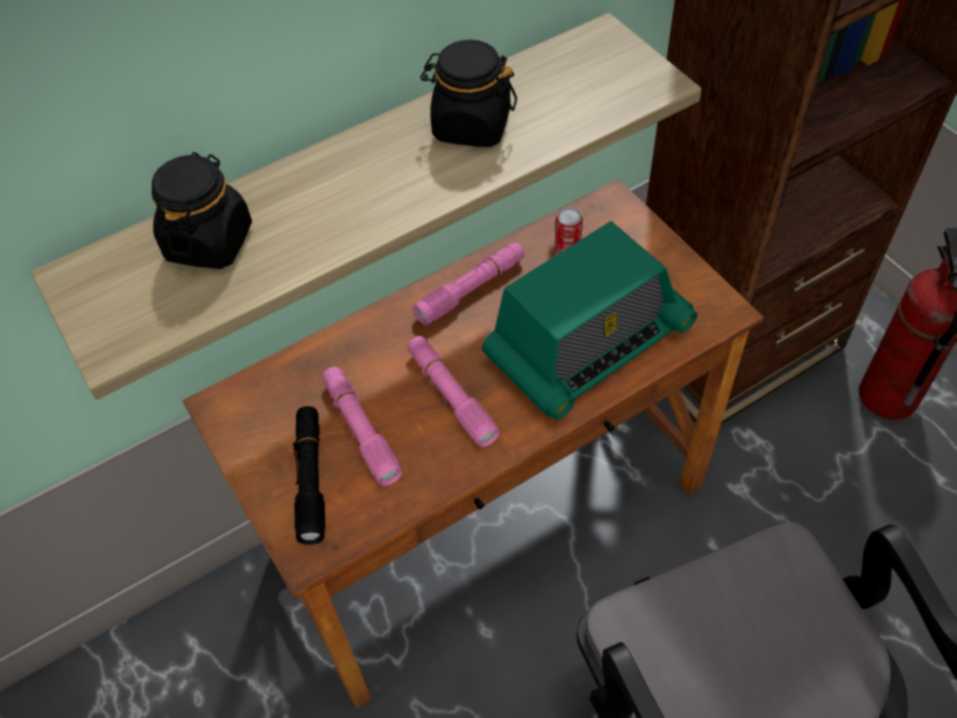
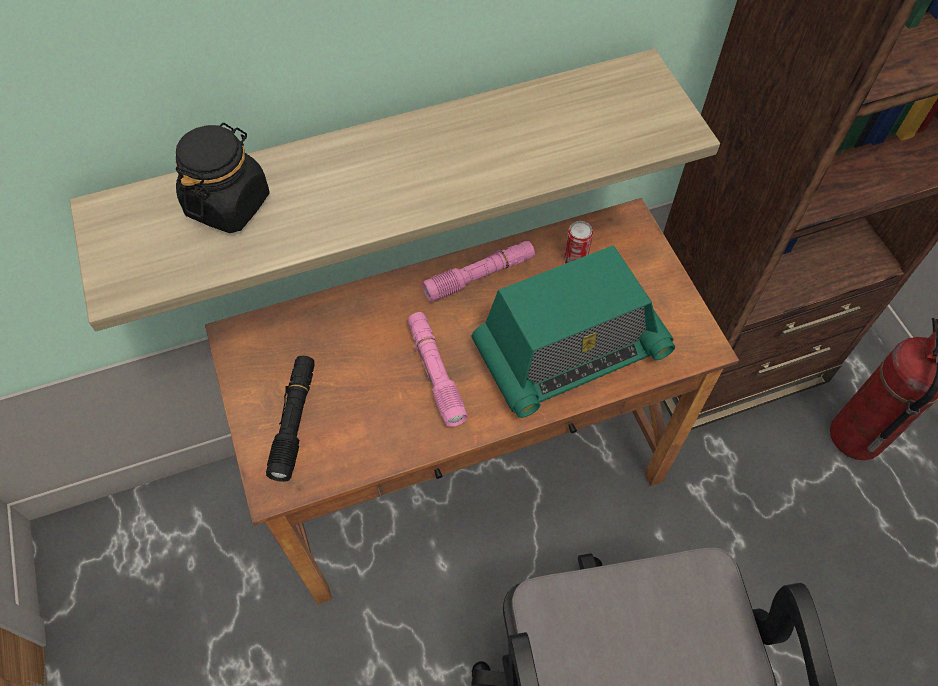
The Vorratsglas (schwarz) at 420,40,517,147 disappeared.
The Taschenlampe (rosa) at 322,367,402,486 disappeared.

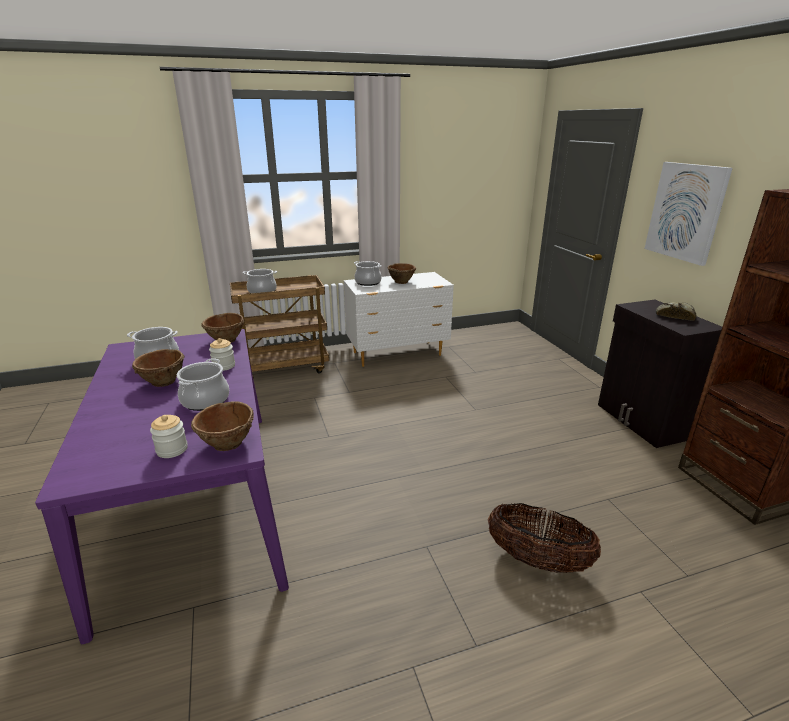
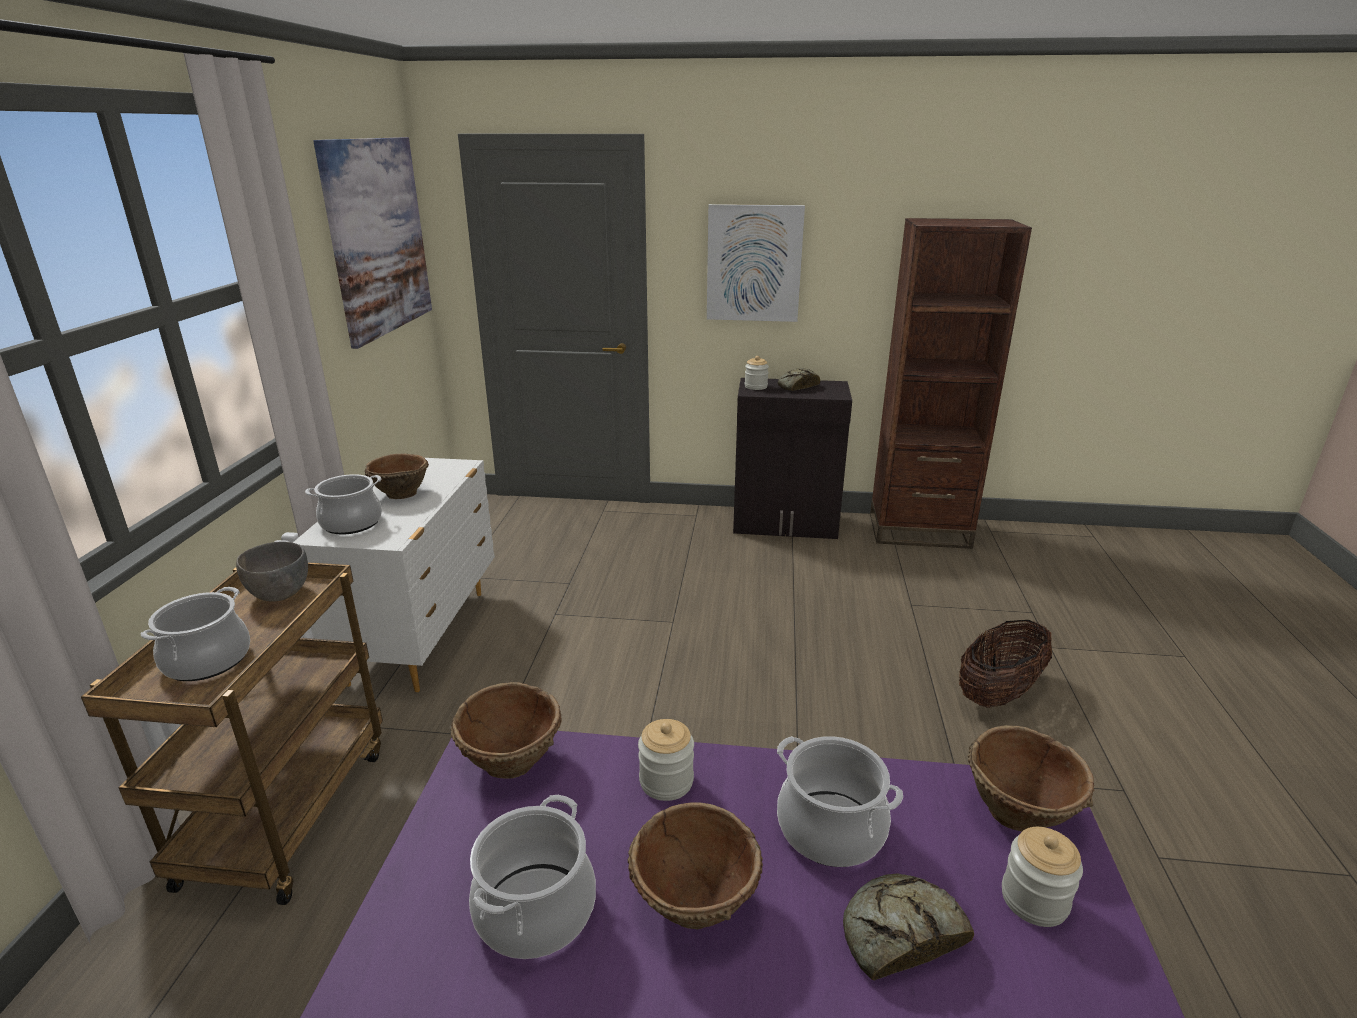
The Bild at 313,137,432,349 appeared.
The Vorratsglas at 745,356,769,390 appeared.
The Schüssel (grau) at 236,541,308,601 appeared.
The Brot at 843,874,974,981 appeared.

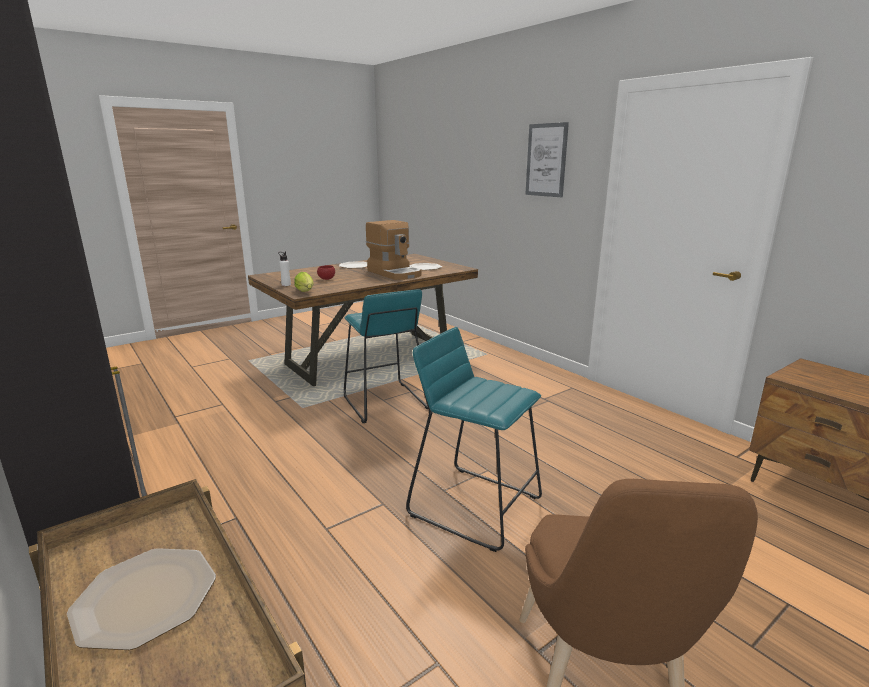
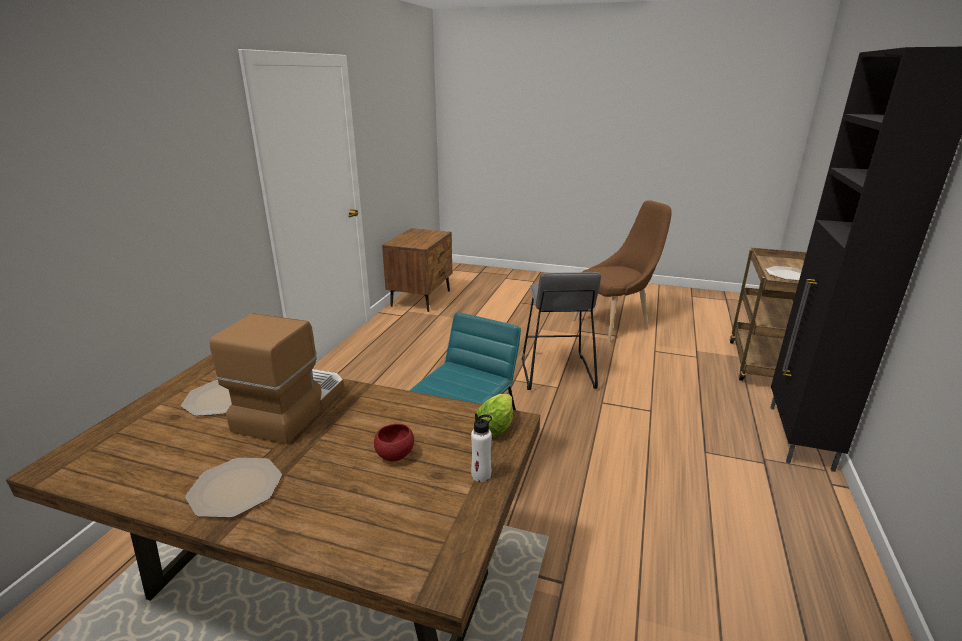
The Bild at 525,122,569,197 disappeared.
The Hocker (türkis) at 406,327,542,552 became the Hocker (grau) at 522,272,601,390.

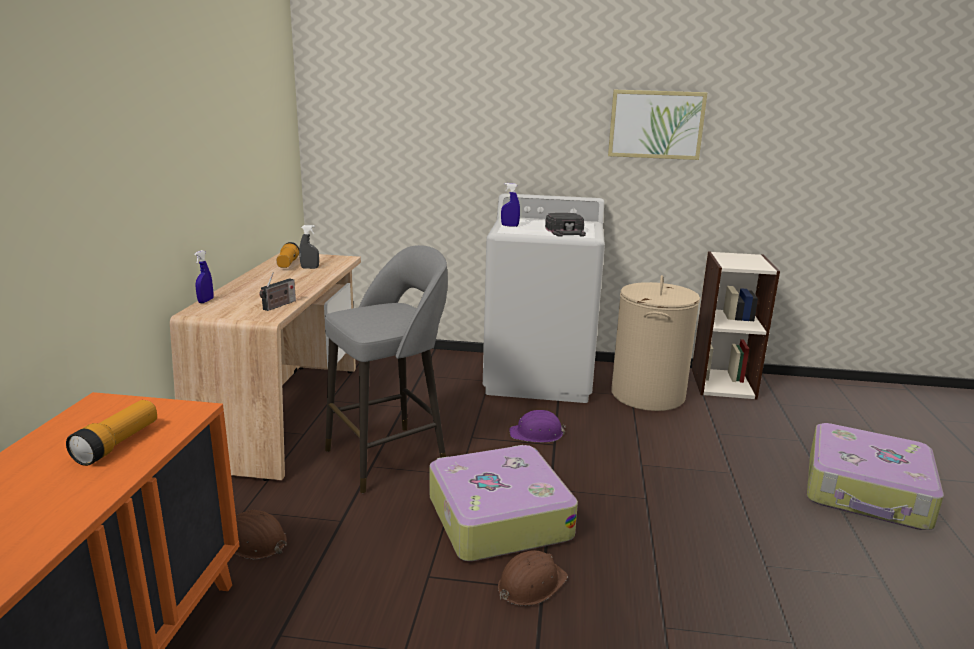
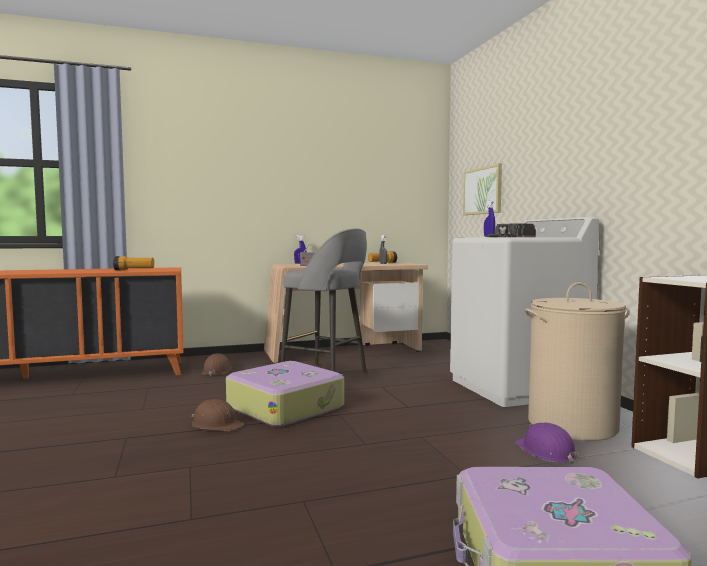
The Bild moved from 608,90,707,160 to 463,163,502,215.
The Schutzhelm (lila) moved from 509,410,566,442 to 515,423,579,464.

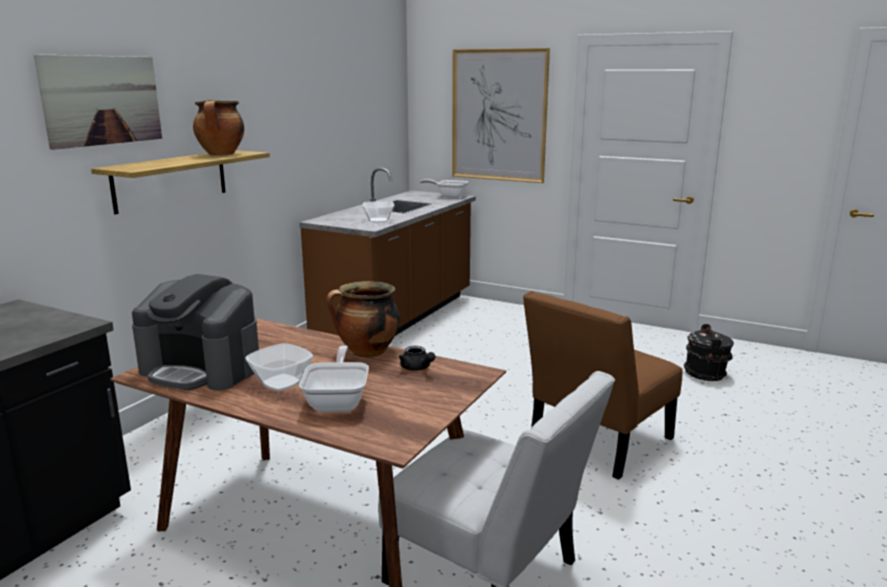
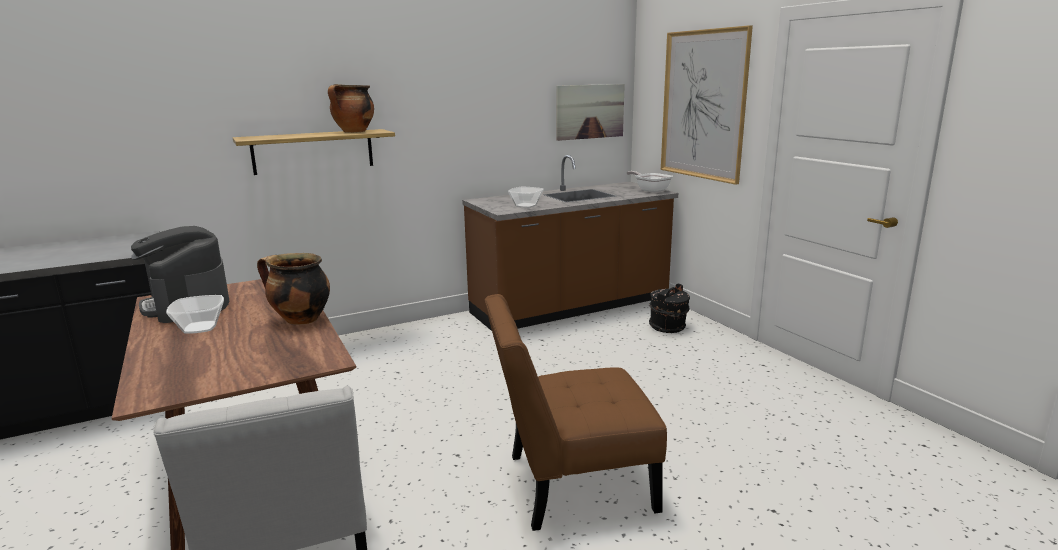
The Bild moved from 34,54,162,150 to 556,84,625,141.
The Eimer (schwarz) moved from 684,324,734,381 to 649,283,690,333.
The Pfanne at 299,345,369,412 disappeared.
The Teekanne (schwarz) at 398,346,435,371 disappeared.

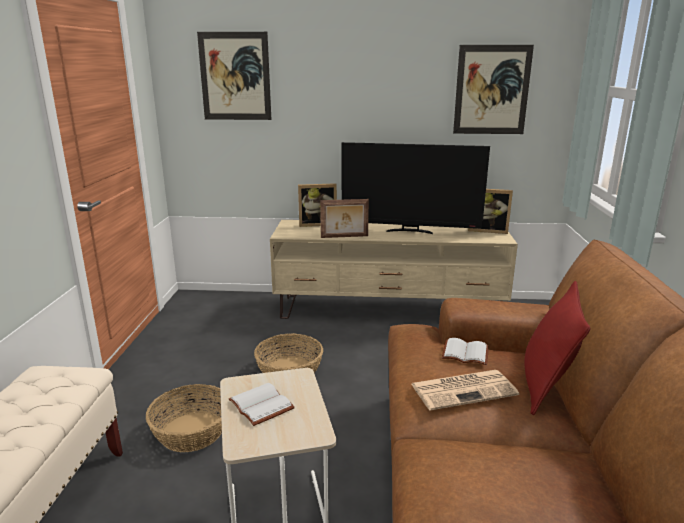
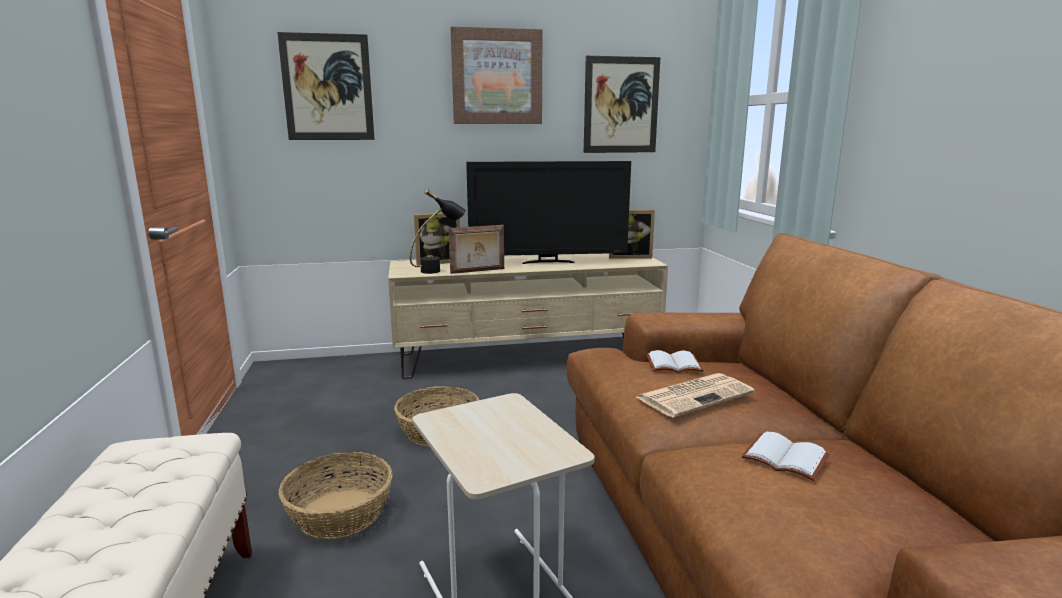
The Kissen (rot) at 524,281,590,415 disappeared.
The Buch (weiß) moved from 229,383,295,426 to 742,431,830,481.
The Bild at 451,27,542,124 appeared.
The Tischlampe (schwarz) at 410,189,466,274 appeared.

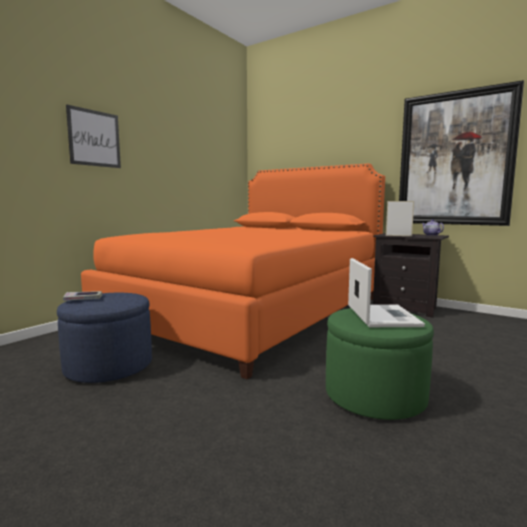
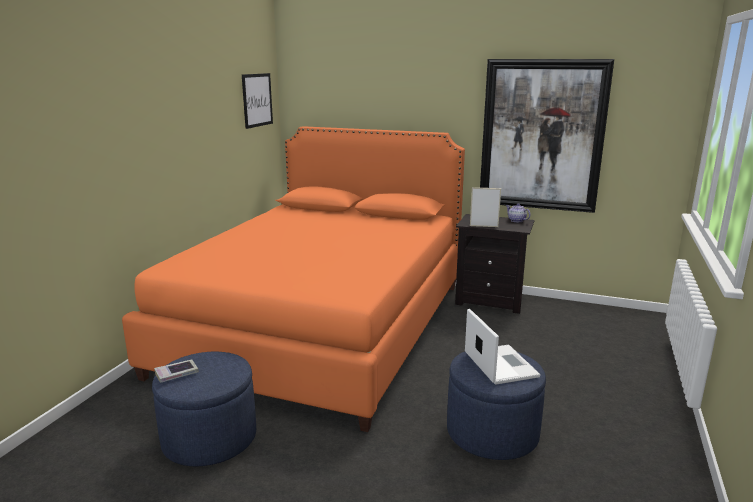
The Bild moved from 66,105,121,168 to 242,73,273,129.
The Polsterhocker (grün) at 326,308,434,420 became the Polsterhocker (blau) at 447,351,546,460.

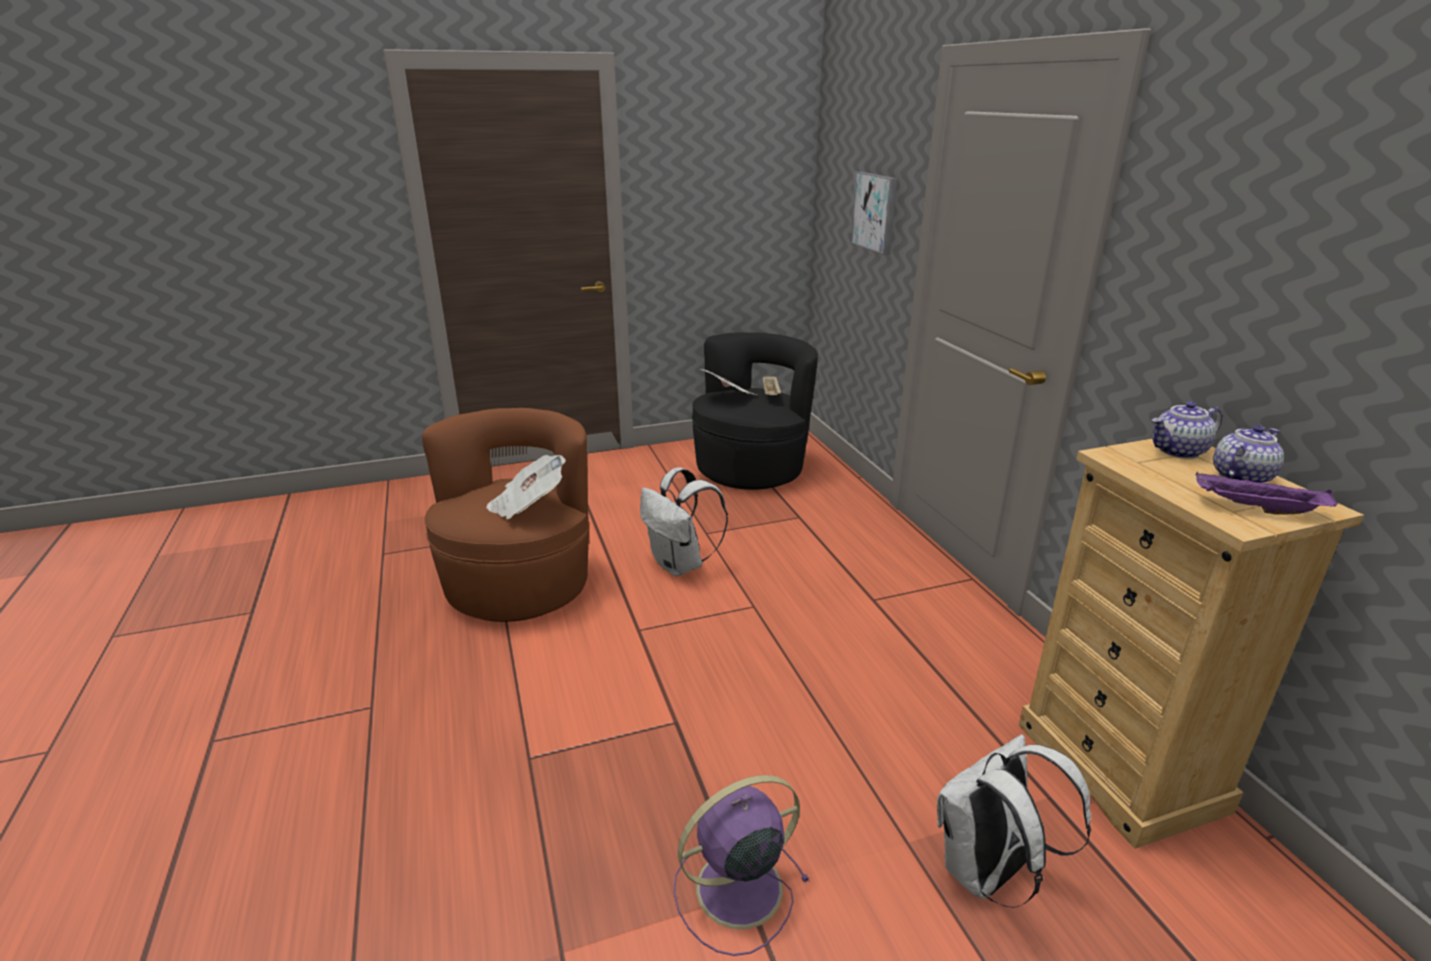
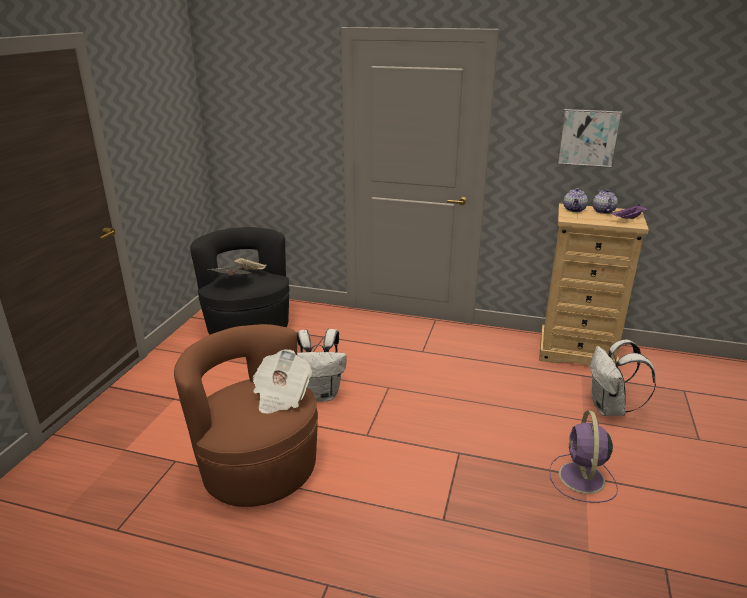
The Bild moved from 850,172,897,255 to 557,109,623,168.

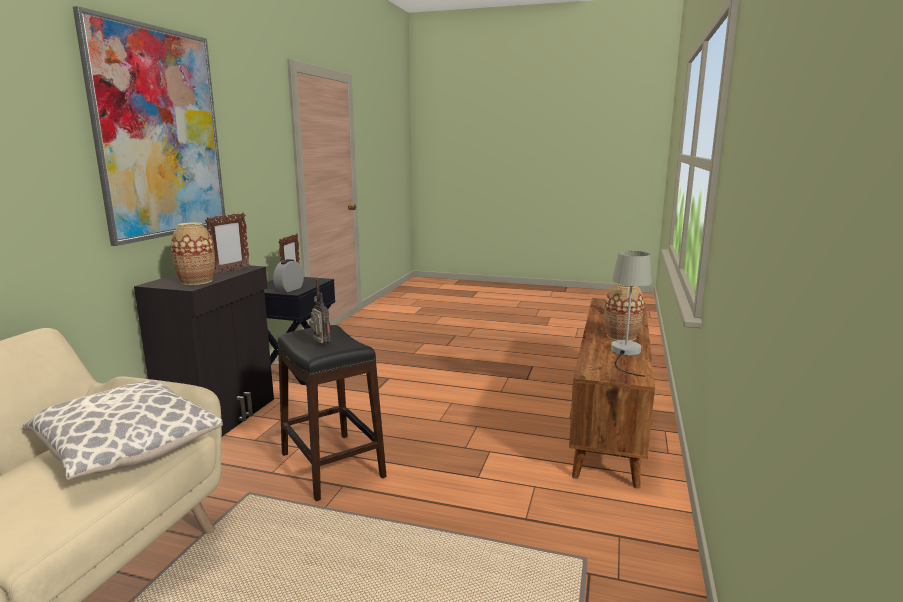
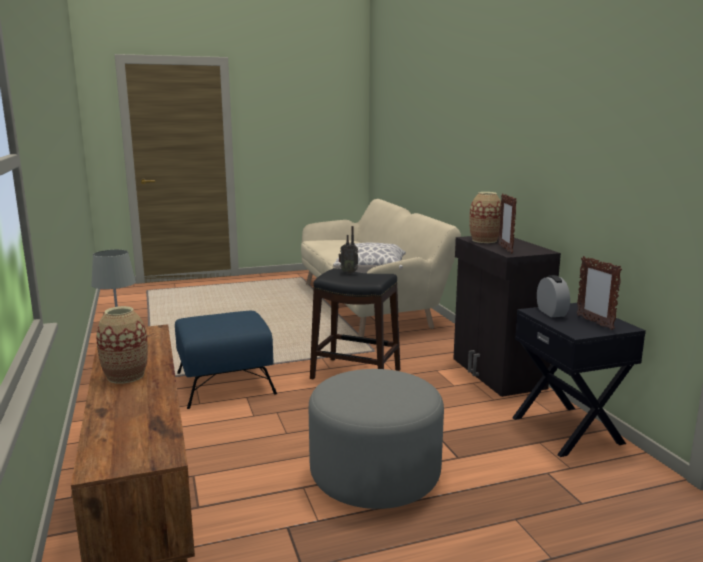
The Bild at 73,6,225,246 disappeared.
The Polsterhocker (blau) at 175,311,277,409 appeared.
The Polsterhocker (grau) at 309,369,444,509 appeared.

